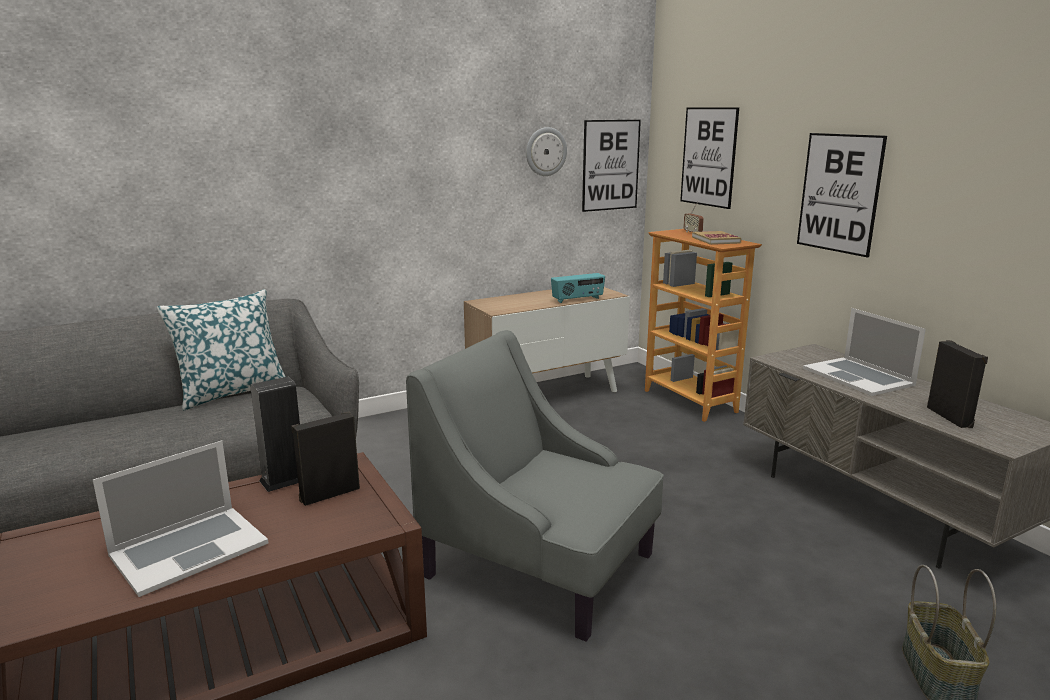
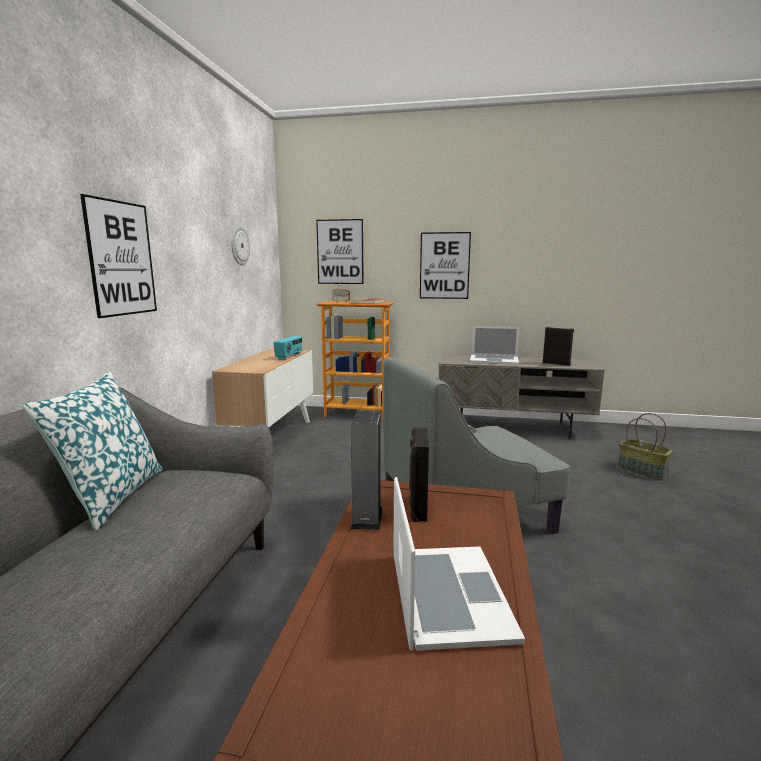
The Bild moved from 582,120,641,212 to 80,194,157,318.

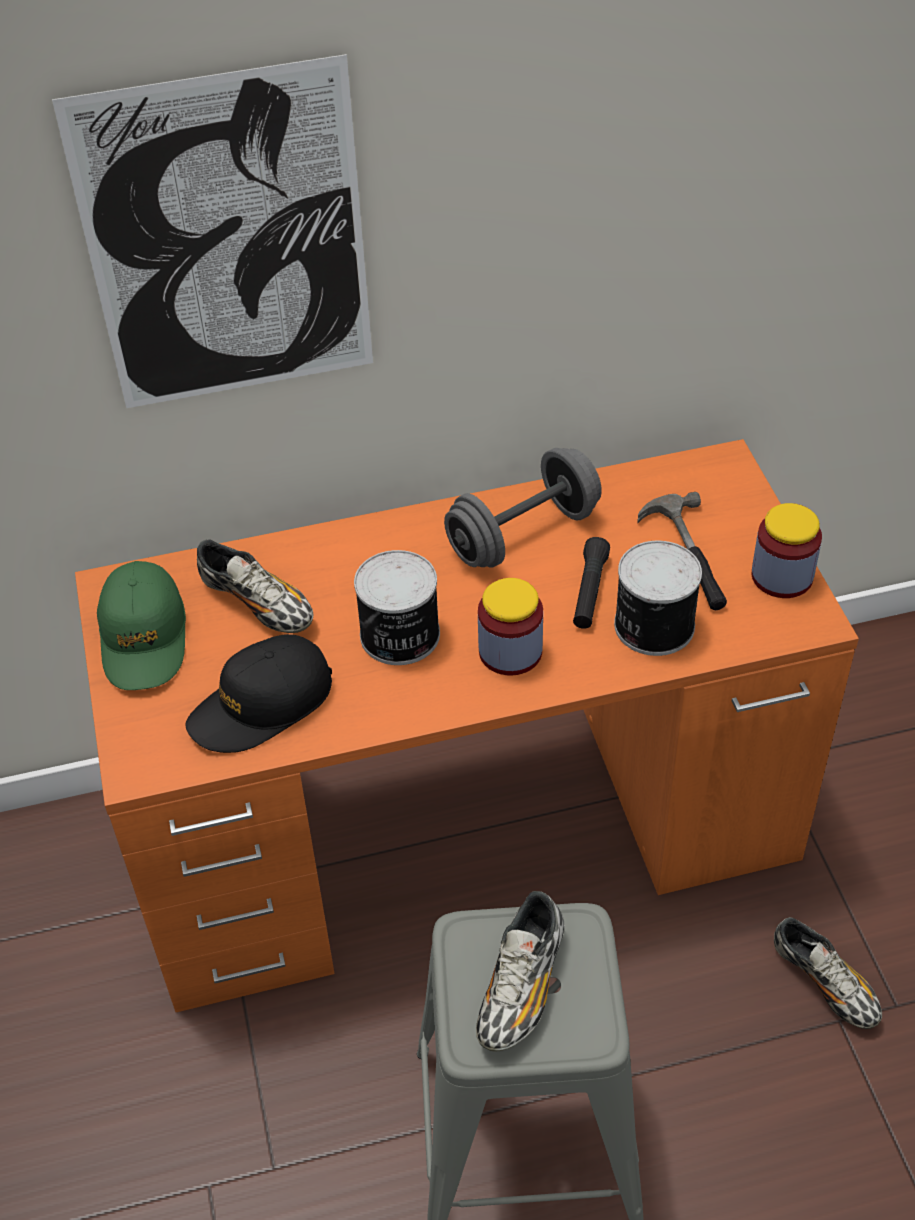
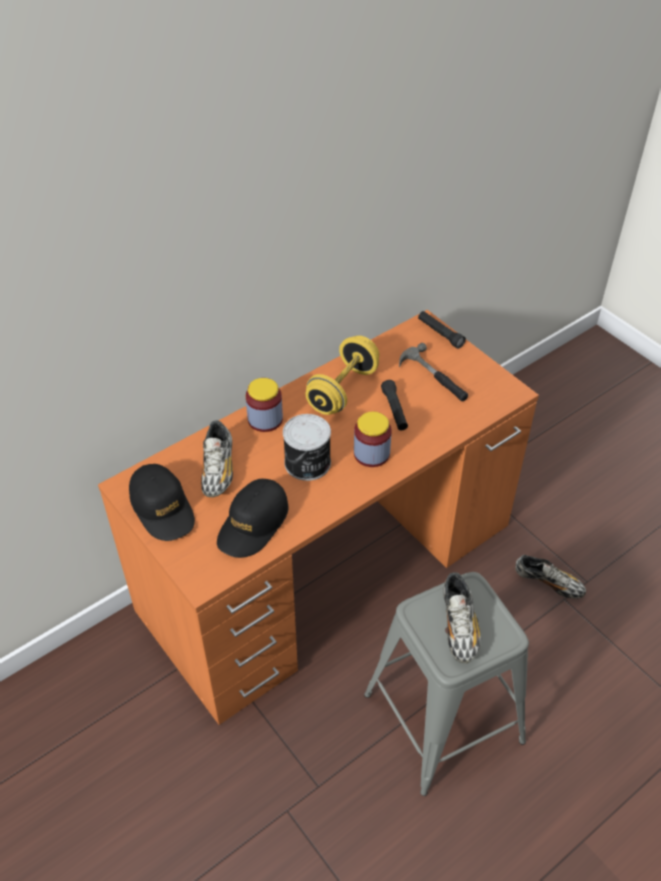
The Bild at 52,54,373,408 disappeared.
The Hantel (grau) at 444,448,602,567 became the Hantel (gelb) at 305,336,379,415.
The Vorratsglas moved from 751,503,822,598 to 246,378,283,432.
The Schuh at 197,539,314,633 turned 75 degrees clockwise.
The Dose at 614,541,702,656 disappeared.
The Kappe (grün) at 97,561,186,690 became the Kappe (schwarz) at 129,464,195,541.
The Taschenlampe (schwarz) at 418,311,466,349 appeared.

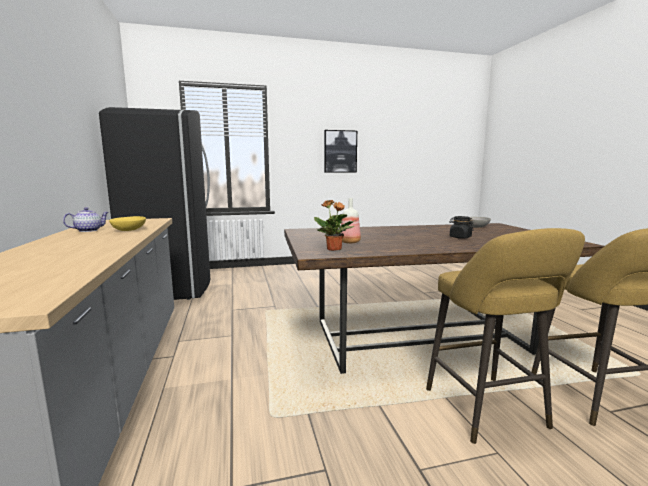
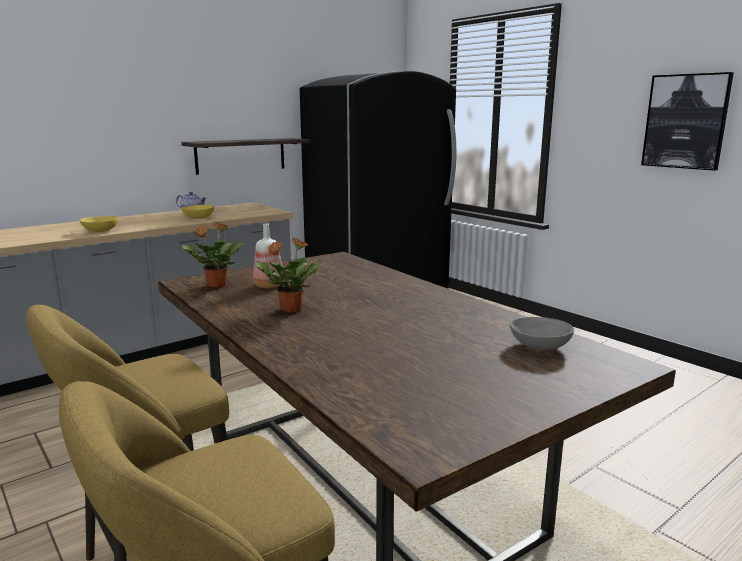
The Vorratsglas (schwarz) at 449,216,473,239 disappeared.
The Wandregal at 181,138,310,175 appeared.
The Schüssel (gelb) at 80,216,119,232 appeared.
The Topfpflanze at 255,237,323,313 appeared.

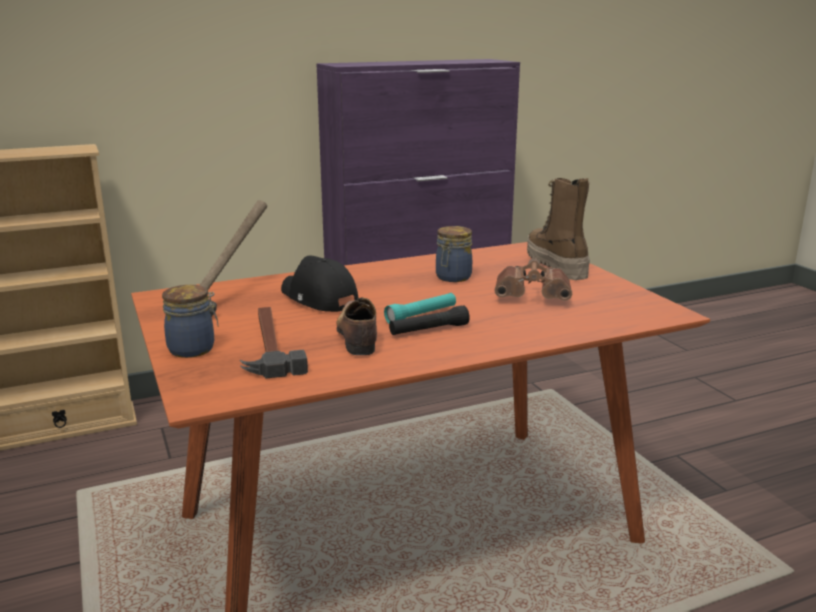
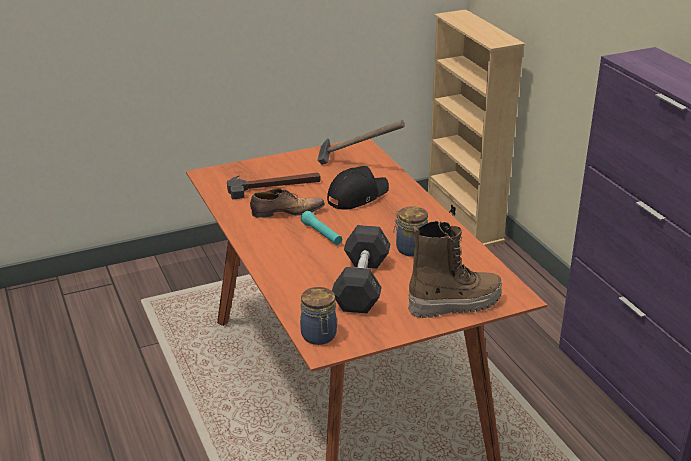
The Fernglas (braun) at 494,259,572,301 was replaced by the Hantel (grau) at 332,225,390,314.
The Vorratsglas moved from 162,285,218,358 to 300,287,337,345.
The Taschenlampe (schwarz) at 389,305,470,335 disappeared.

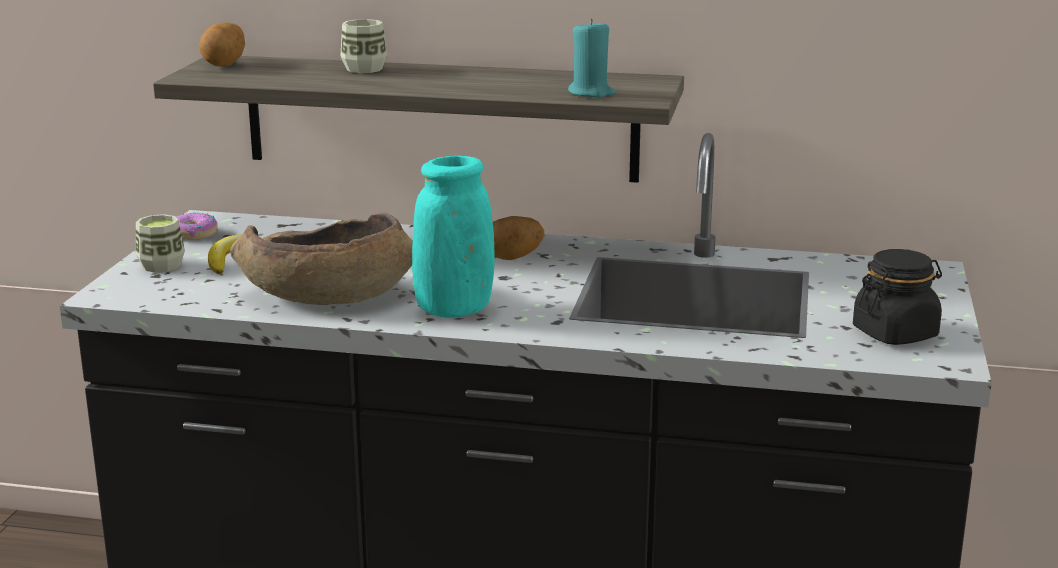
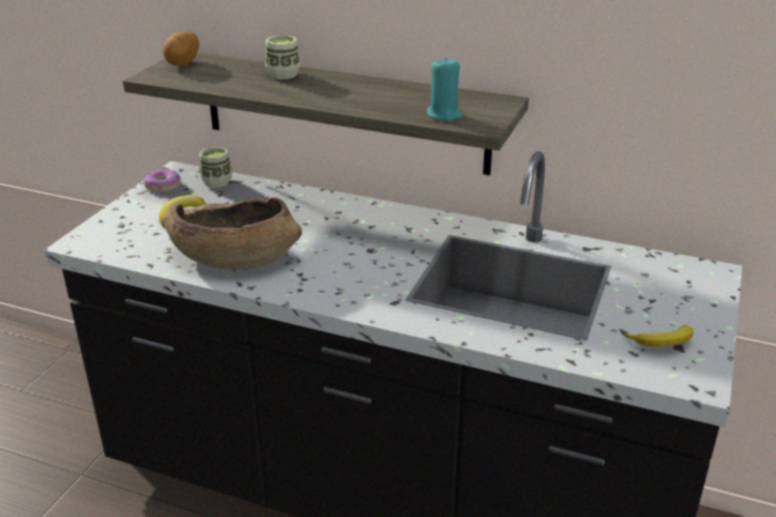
The Vase (türkis) at 412,156,495,317 disappeared.
The Tasse moved from 136,214,185,273 to 199,147,232,188.
The Kartoffel at 493,216,545,260 disappeared.
The Vorratsglas (schwarz) at 853,249,942,345 was replaced by the Banane at 623,325,693,347.

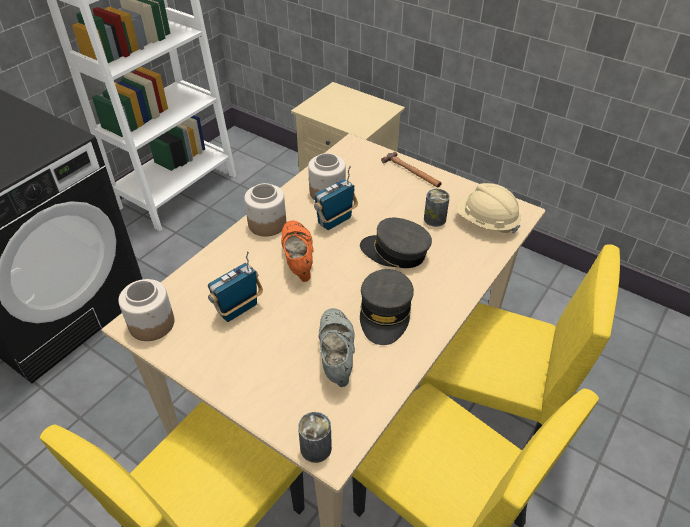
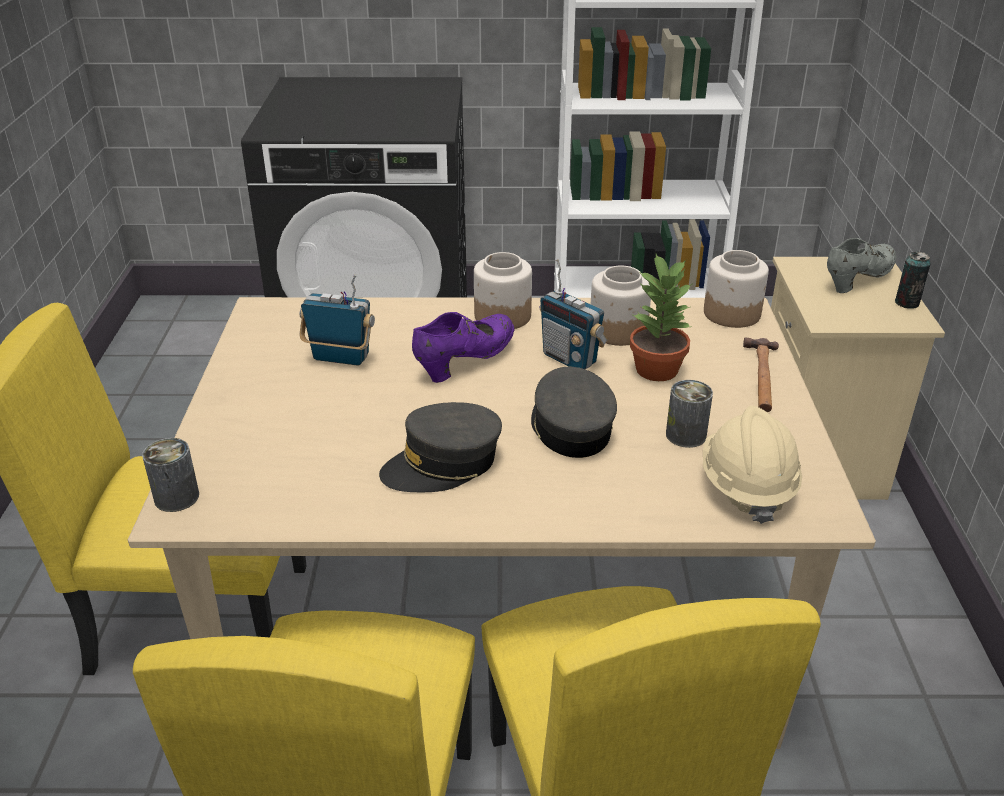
The Radio at 314,165,358,230 turned 150 degrees counterclockwise.
The Schuh (orange) at 281,220,314,282 became the Schuh (lila) at 412,312,515,383.
The Vorratsglas moved from 118,279,174,341 to 704,250,769,328.
The Schuh (grau) moved from 318,308,355,387 to 827,238,896,293.
The Dose at 895,251,931,309 appeared.
The Topfpflanze at 630,254,692,381 appeared.

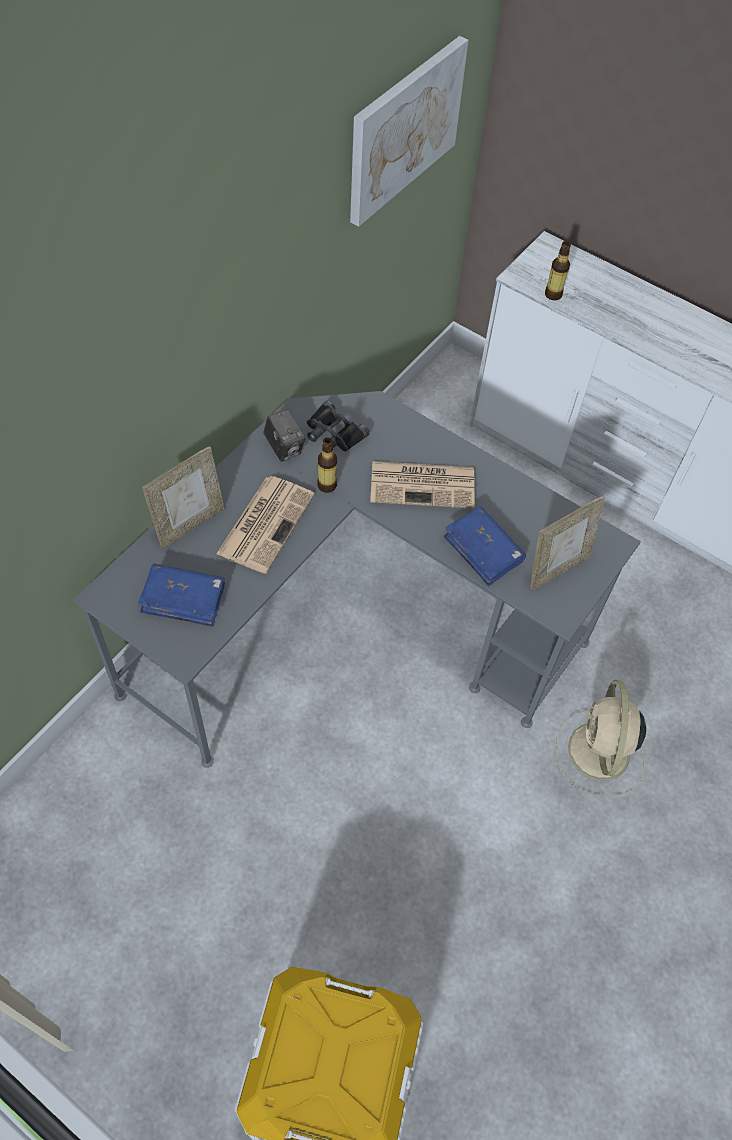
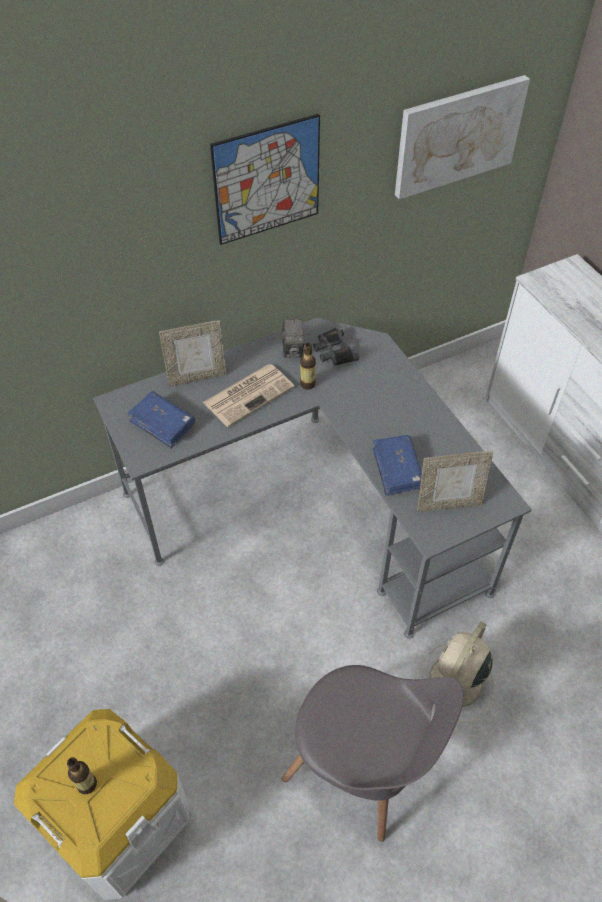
The Flasche moved from 545,241,571,300 to 67,757,97,794.
The Zeitung at 370,461,475,508 disappeared.
The Bild at 210,113,320,245 appeared.
The Stuhl (grau) at 282,665,464,842 appeared.

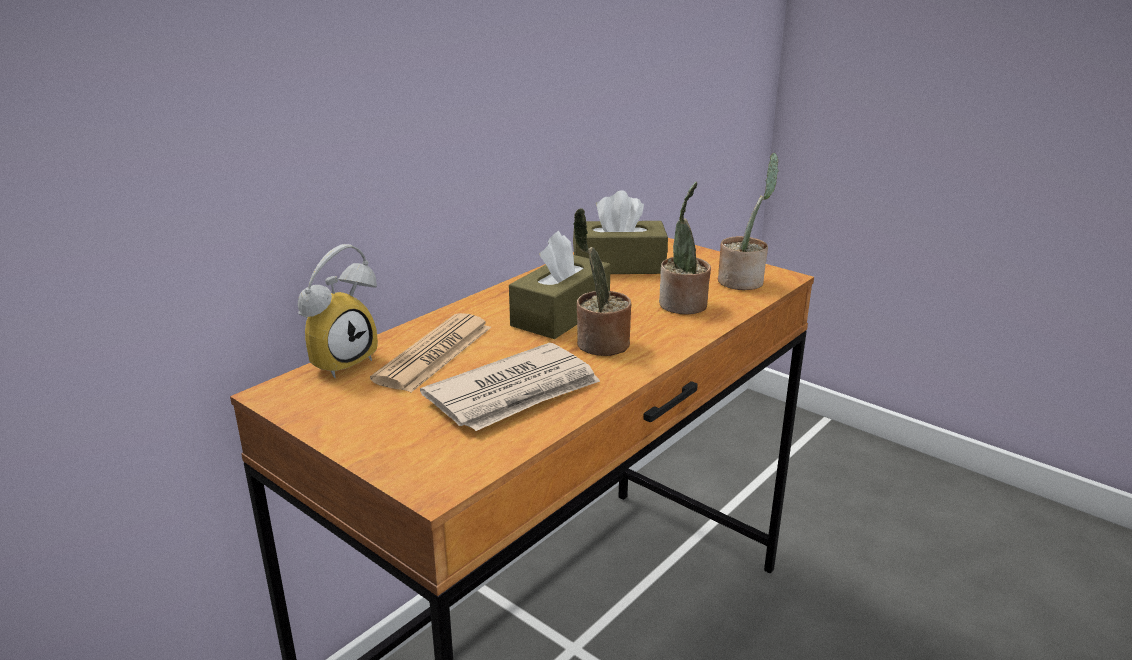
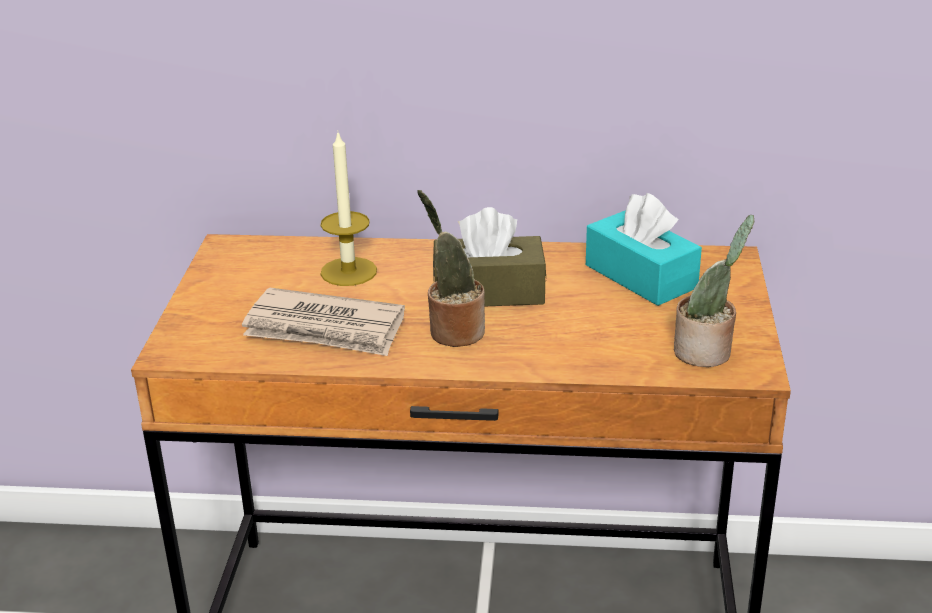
The Topfpflanze at 659,182,711,314 disappeared.
The Taschentuchbox (braun) at 573,190,668,274 became the Taschentuchbox (türkis) at 586,193,702,306.
The Wecker at 298,244,378,378 disappeared.
The Zeitung at 370,313,492,392 was replaced by the Kerze at 320,130,377,286.

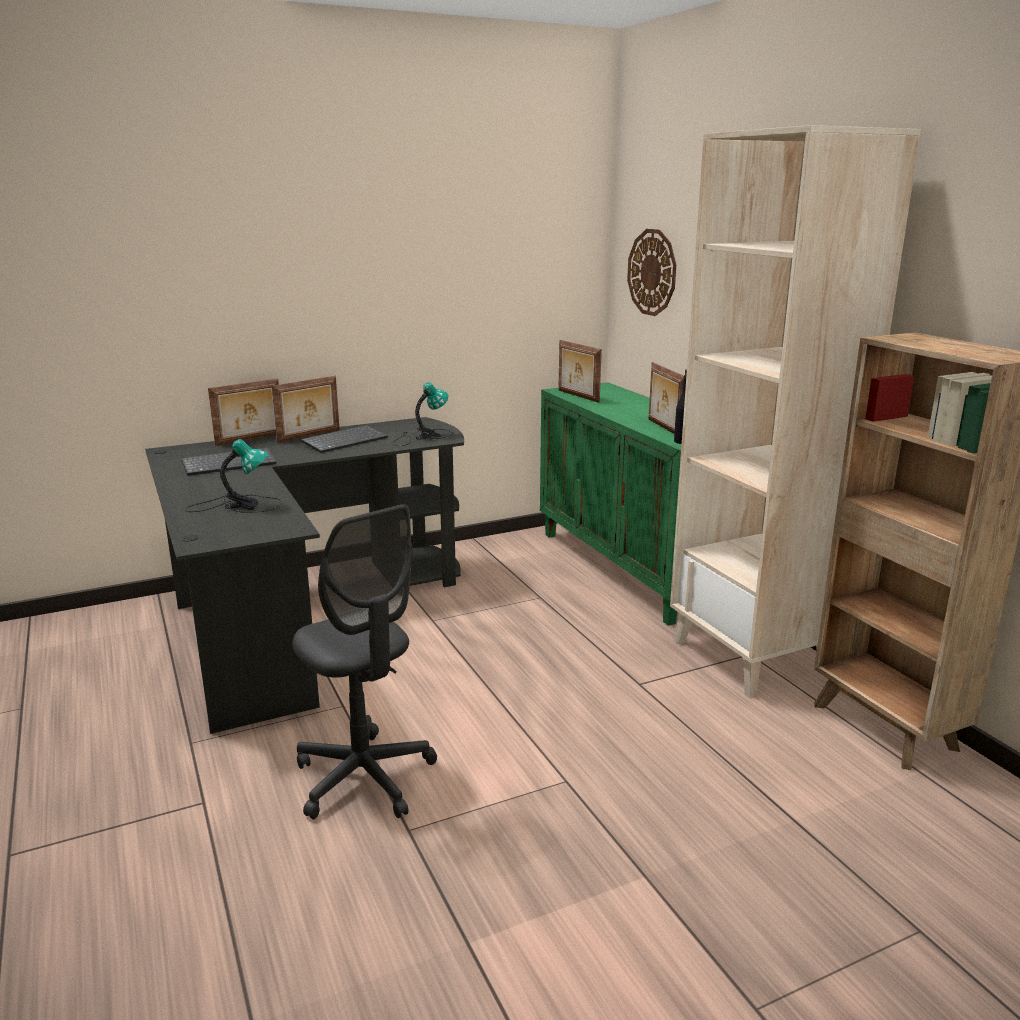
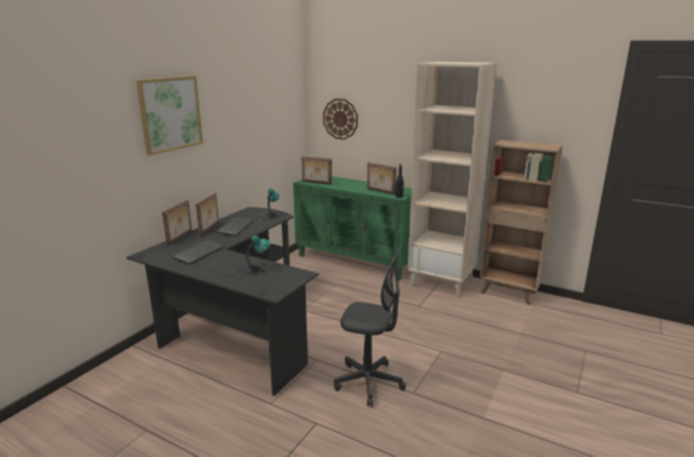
The Bild at 136,76,203,155 appeared.

